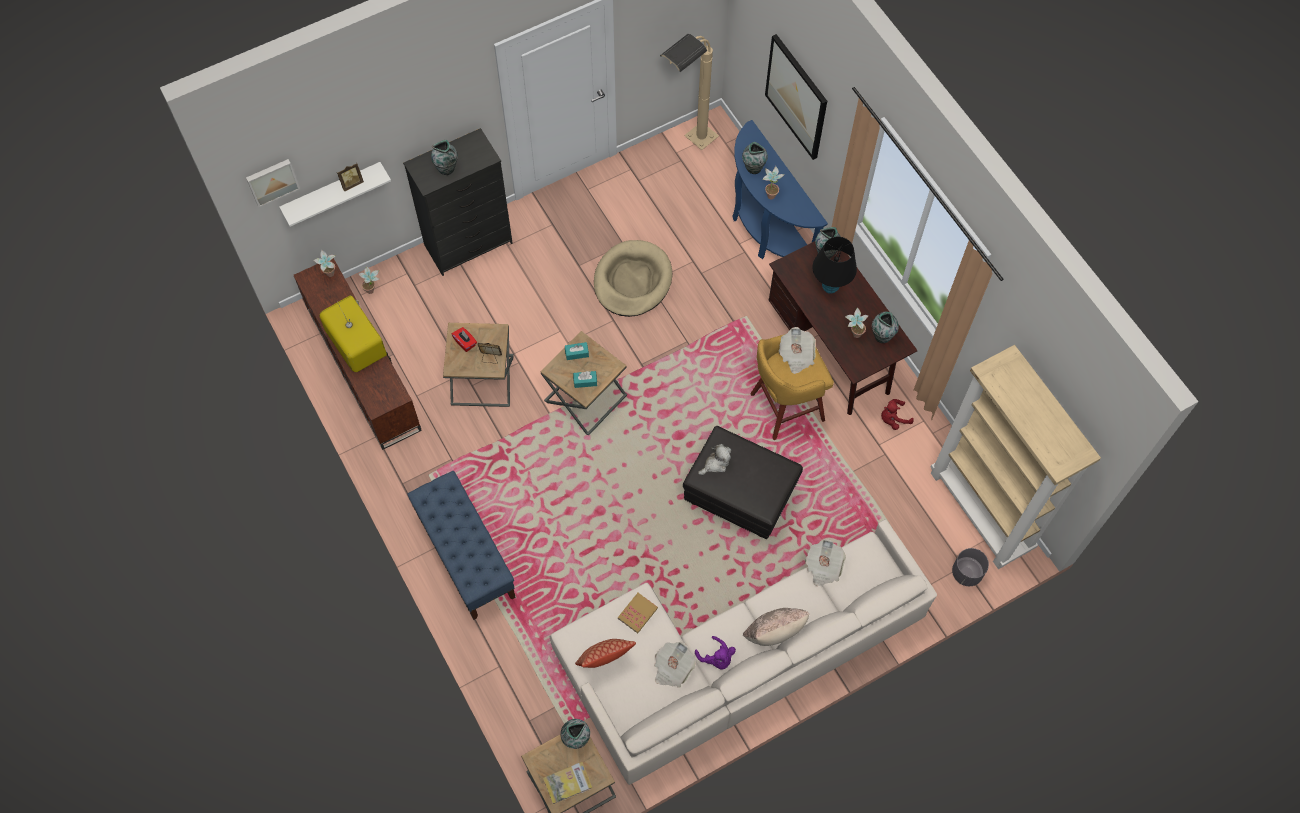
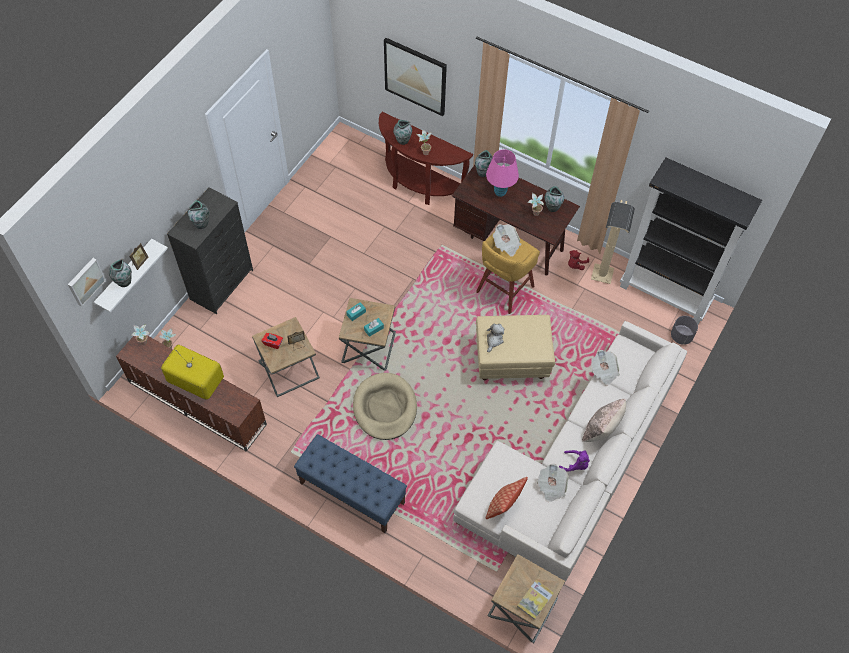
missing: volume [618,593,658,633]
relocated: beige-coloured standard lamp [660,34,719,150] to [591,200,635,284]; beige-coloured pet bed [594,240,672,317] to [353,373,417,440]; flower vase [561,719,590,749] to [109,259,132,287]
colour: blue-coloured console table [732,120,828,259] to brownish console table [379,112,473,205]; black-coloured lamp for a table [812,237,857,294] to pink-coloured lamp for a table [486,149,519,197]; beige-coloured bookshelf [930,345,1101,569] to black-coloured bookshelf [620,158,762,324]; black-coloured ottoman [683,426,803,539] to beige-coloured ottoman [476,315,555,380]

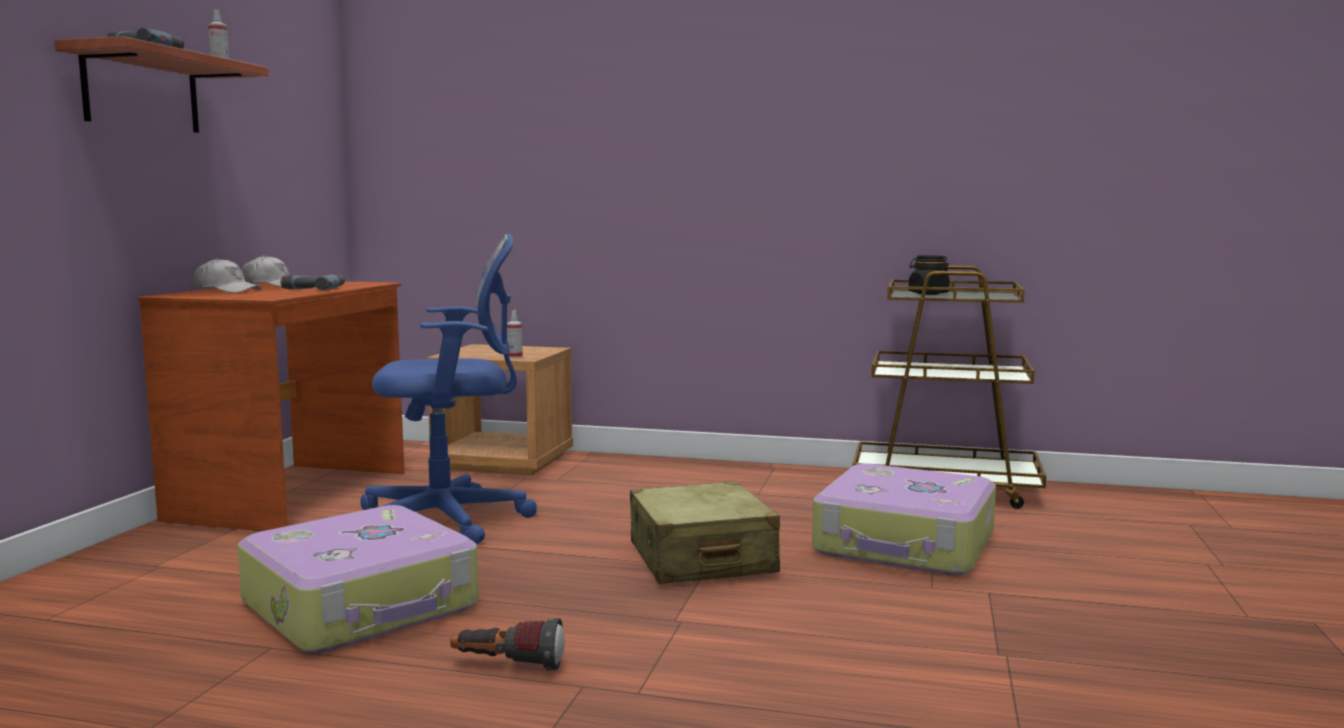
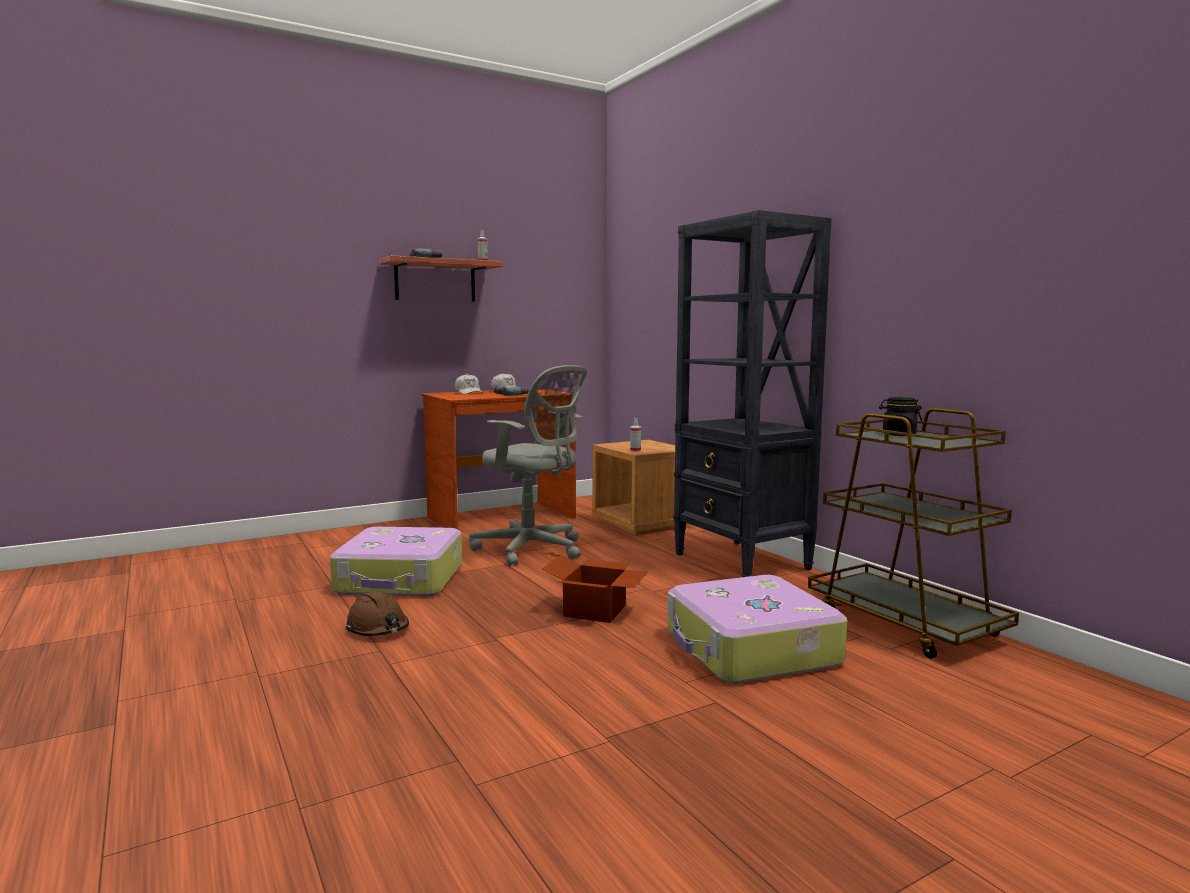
appeared: black-coloured bookshelf [673,210,832,577]
exchanged: beige-coloured travel case [630,481,780,584] to cardboard box [542,555,649,623]; flashlight [450,618,565,671] to brownish work helmet [346,592,409,636]
colour: blue-coloured desk chair [360,233,537,544] to grey desk chair [469,365,587,566]

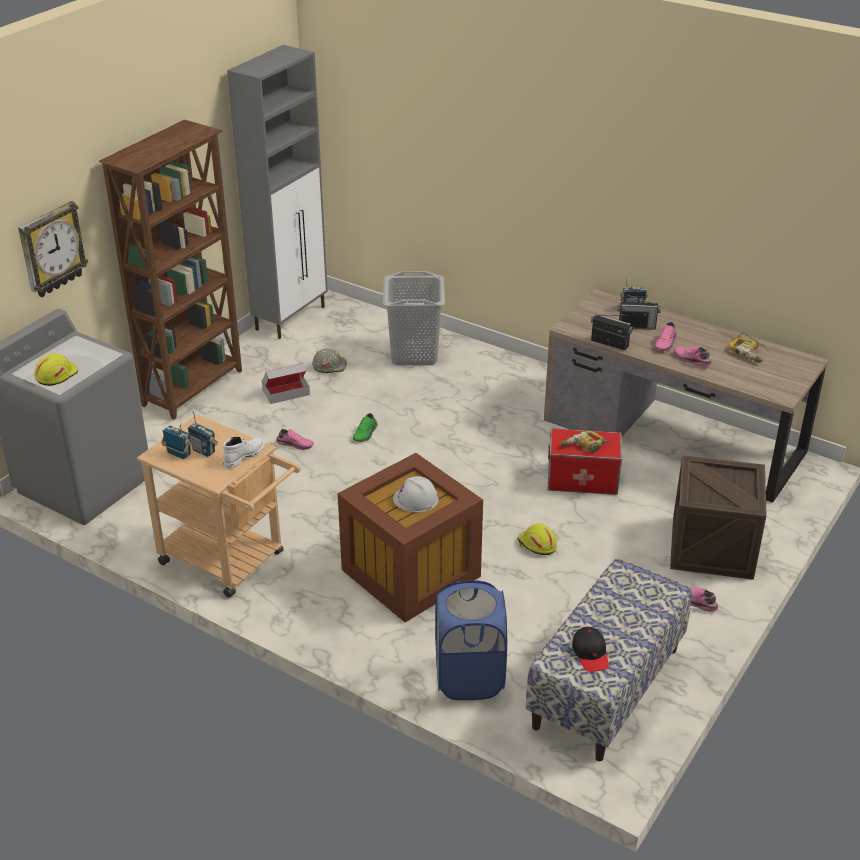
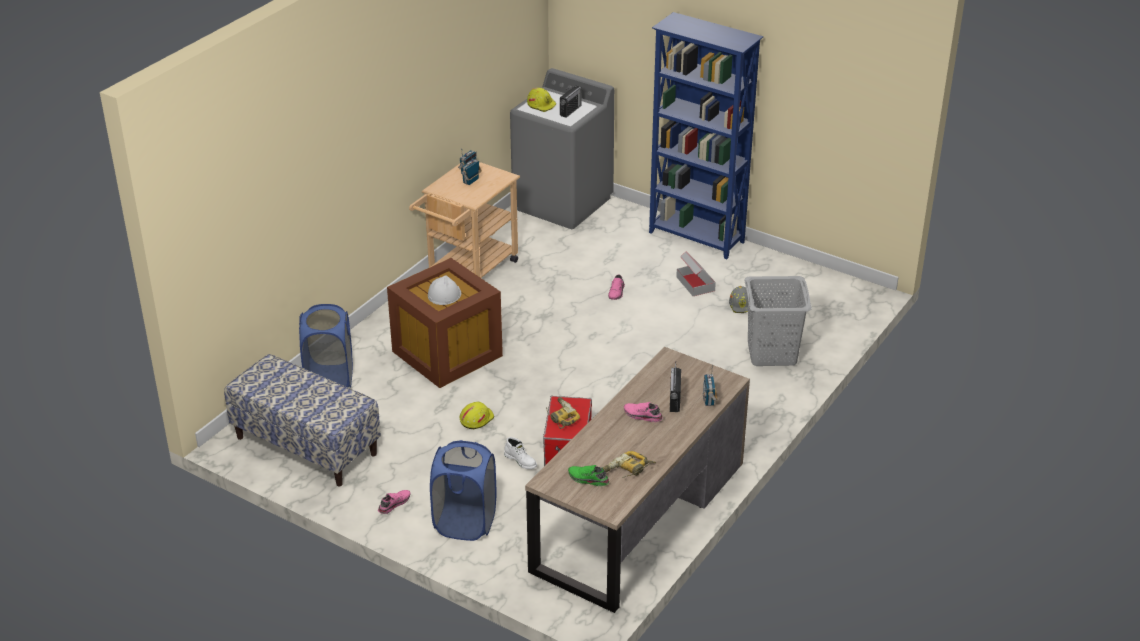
missing: grey cupboard [227,45,328,339]; wall clock [18,201,88,297]; pink-coloured low shoe [674,346,711,367]; black-coloured peaked cap [572,627,609,672]
relocated: radio [591,314,633,350] to [560,86,582,118]; greenish low shoe [353,413,378,442] to [568,465,609,486]; whitish high-top boot [223,436,265,468] to [504,437,537,469]
exchanged: shipping crate [670,455,767,580] to blue-coloured laundry basket [430,440,497,541]
colour: brownish bookshelf [99,120,242,420] to blue-coloured bookshelf [649,12,764,259]

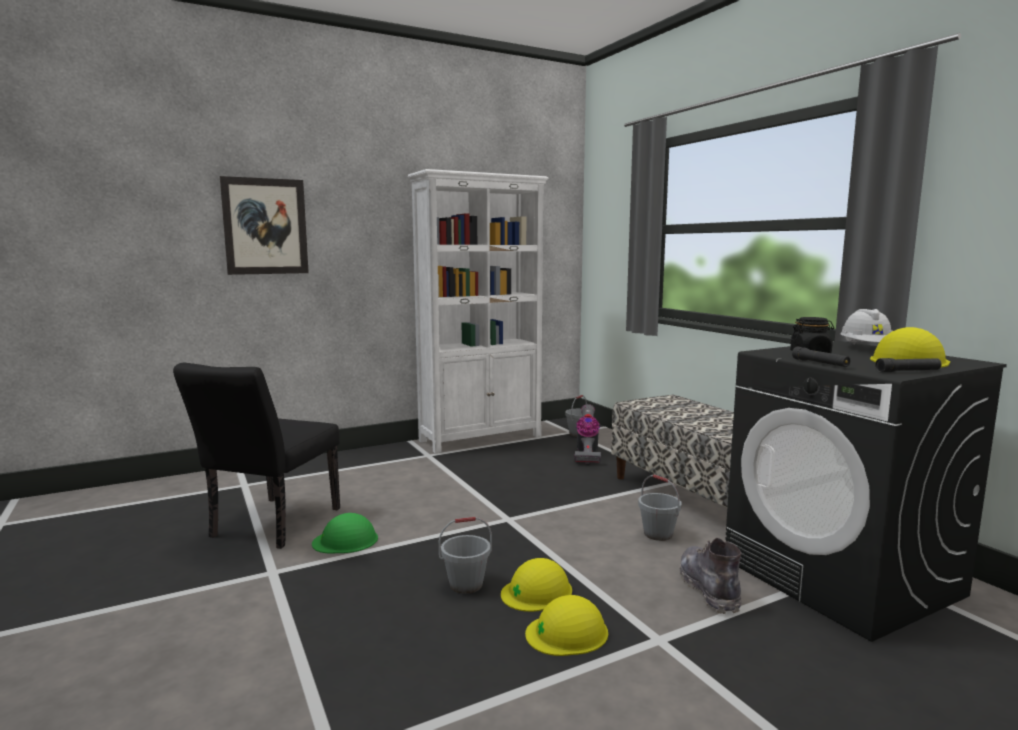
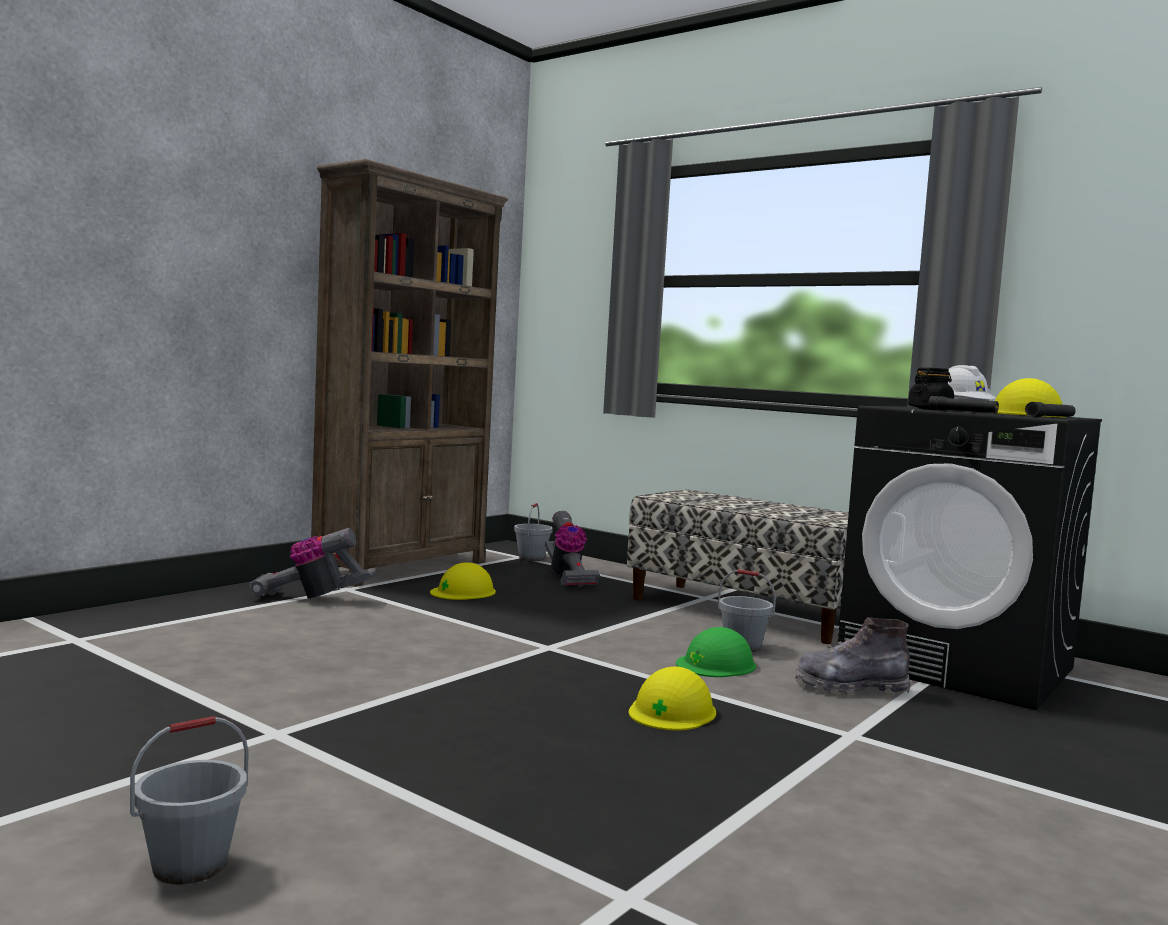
missing: picture [220,176,309,275]; black-coloured upright chair [173,363,340,549]
appeared: vacuum [249,528,376,599]
relocated: greenish work helmet [312,513,378,554] to [676,627,756,677]; grey bucket [439,517,492,594] to [130,716,249,884]; yellow work helmet [525,595,608,656] to [430,562,496,600]
colour: whitish bookshelf [408,169,549,453] to brownish bookshelf [311,159,508,587]
spun: grey high-top boot [680,538,742,614] = [795,617,911,695] 60 degrees counterclockwise

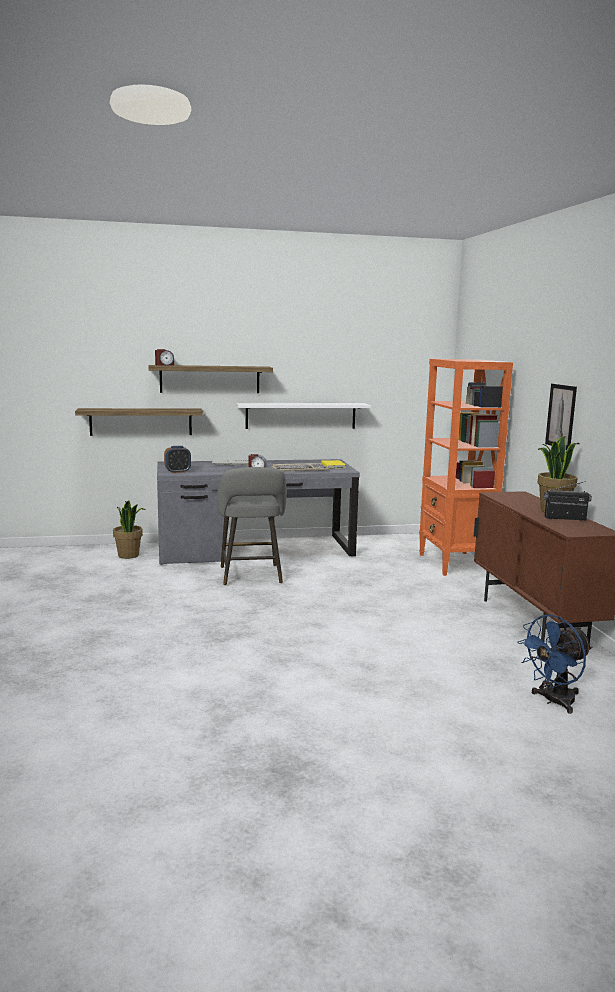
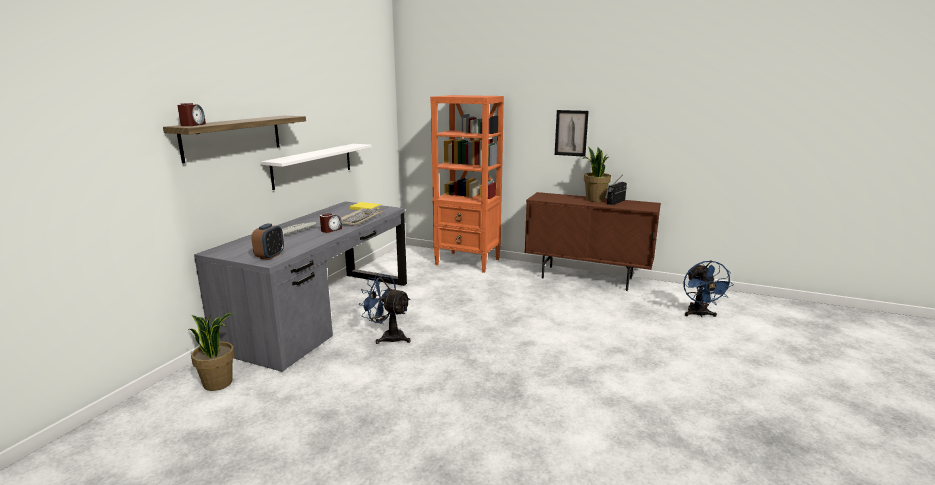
missing: bracket shelf [75,408,203,436]
exchanged: grey stool seat [217,467,287,586] to blue-coloured electric fan [359,273,411,344]

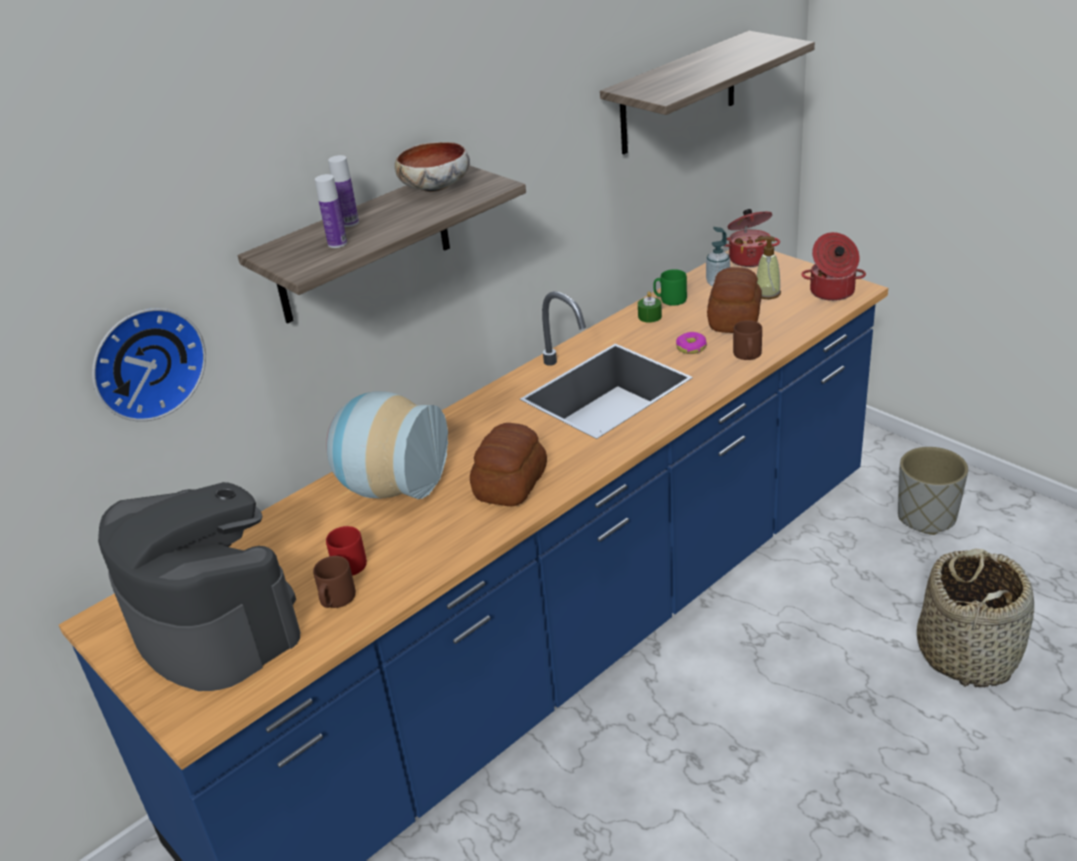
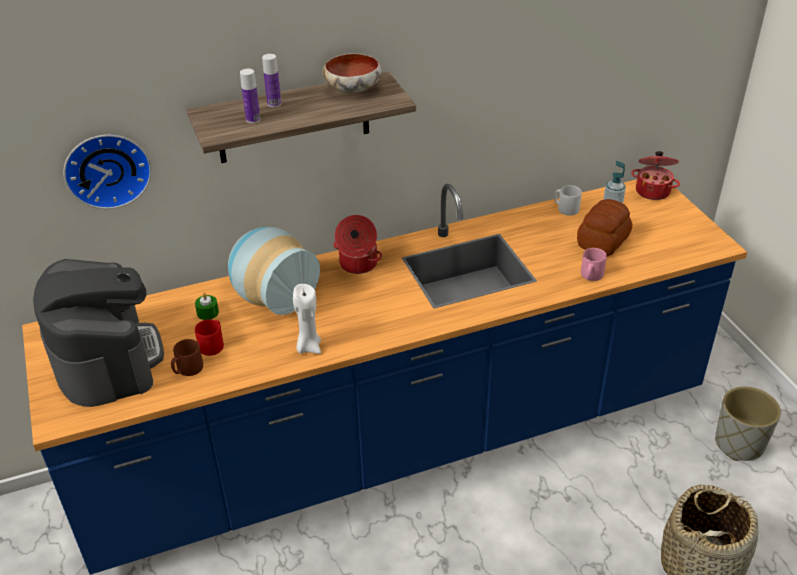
missing: bracket shelf [600,31,815,154]; liquid soap bottle [755,236,781,299]; doughnut [676,332,707,354]; bread [470,423,547,506]
appeared: whitish candle [293,284,321,354]
relocated: stockpot [801,232,866,301] to [334,215,382,274]; greenish candle [638,291,662,323] to [195,293,219,320]
colour: greenish mug [653,269,687,306] to grey mug [554,185,582,216]; brownish mug [733,320,762,360] to pink-coloured mug [581,248,607,281]

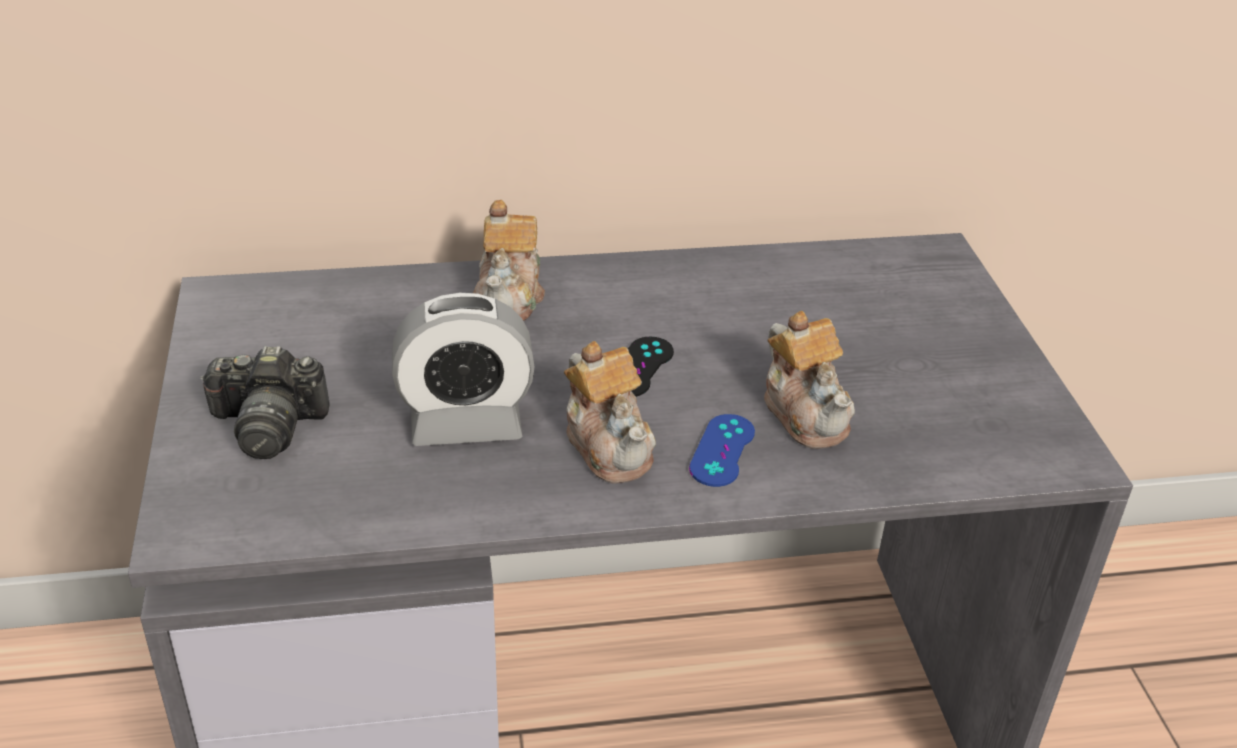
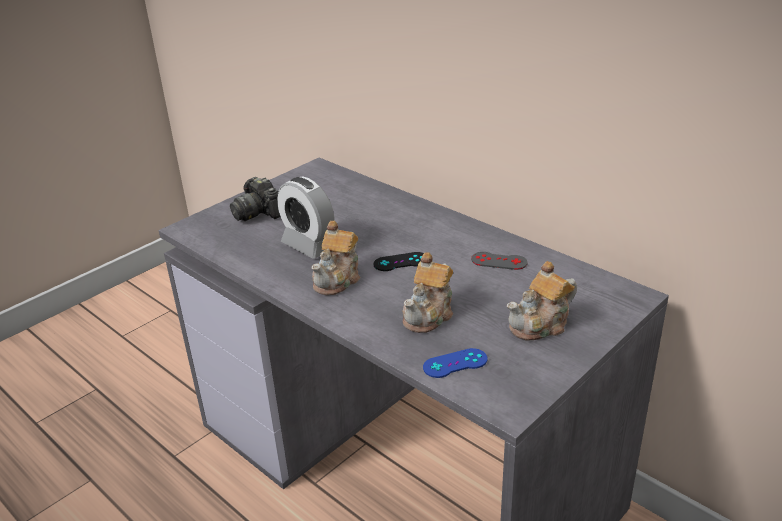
appeared: grey game controller [471,252,527,270]
relocated: tea pot [473,200,545,321] to [507,261,577,341]; blue-coloured game controller [689,414,755,487] to [423,348,488,378]

